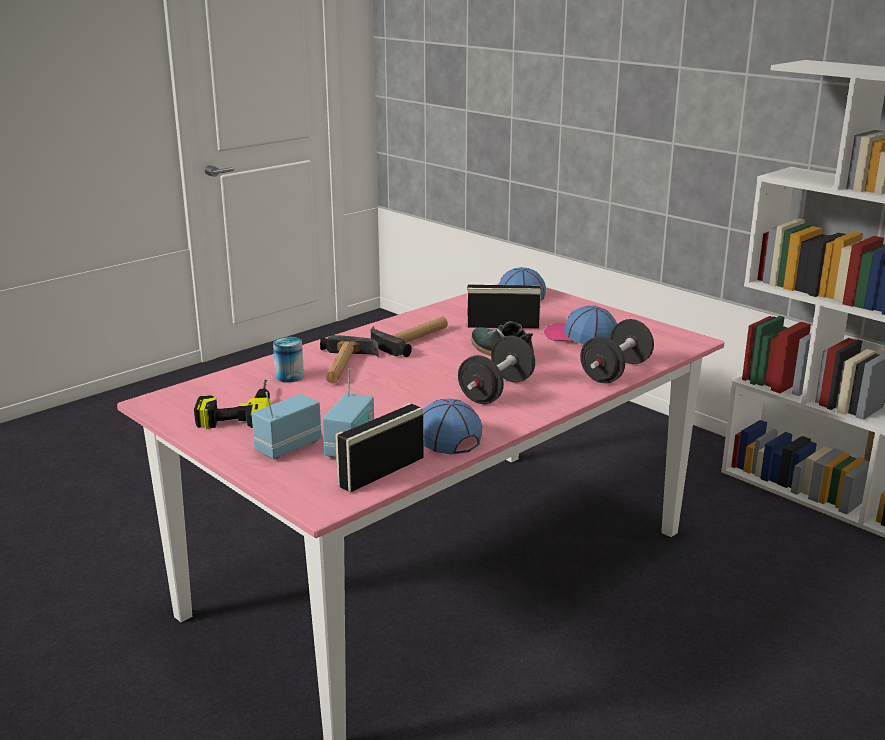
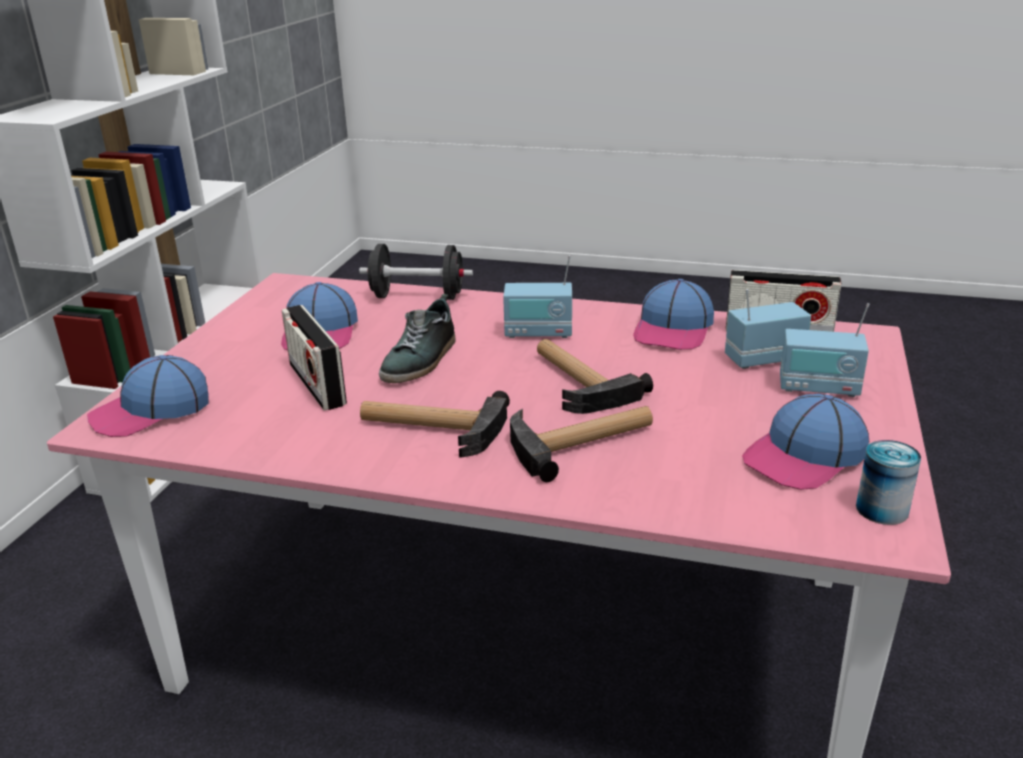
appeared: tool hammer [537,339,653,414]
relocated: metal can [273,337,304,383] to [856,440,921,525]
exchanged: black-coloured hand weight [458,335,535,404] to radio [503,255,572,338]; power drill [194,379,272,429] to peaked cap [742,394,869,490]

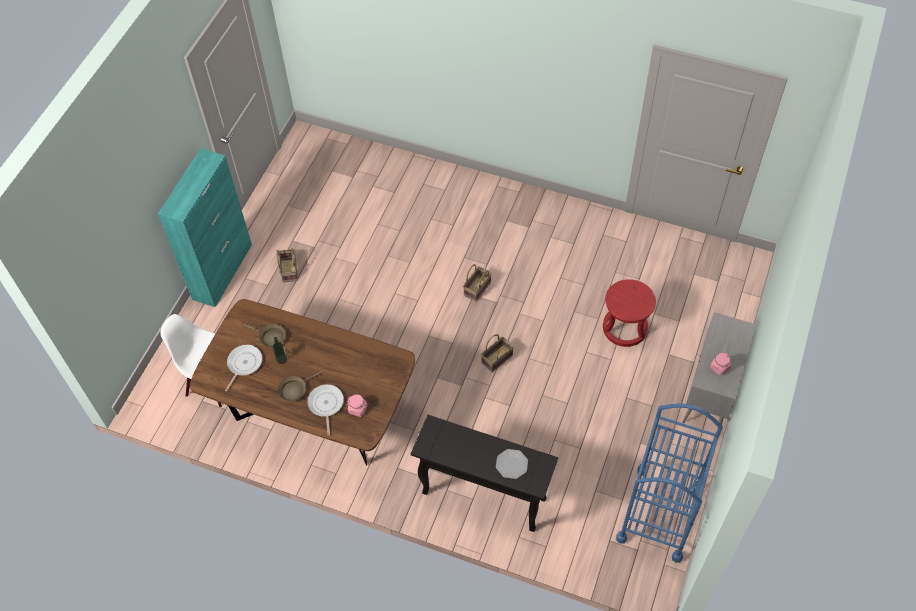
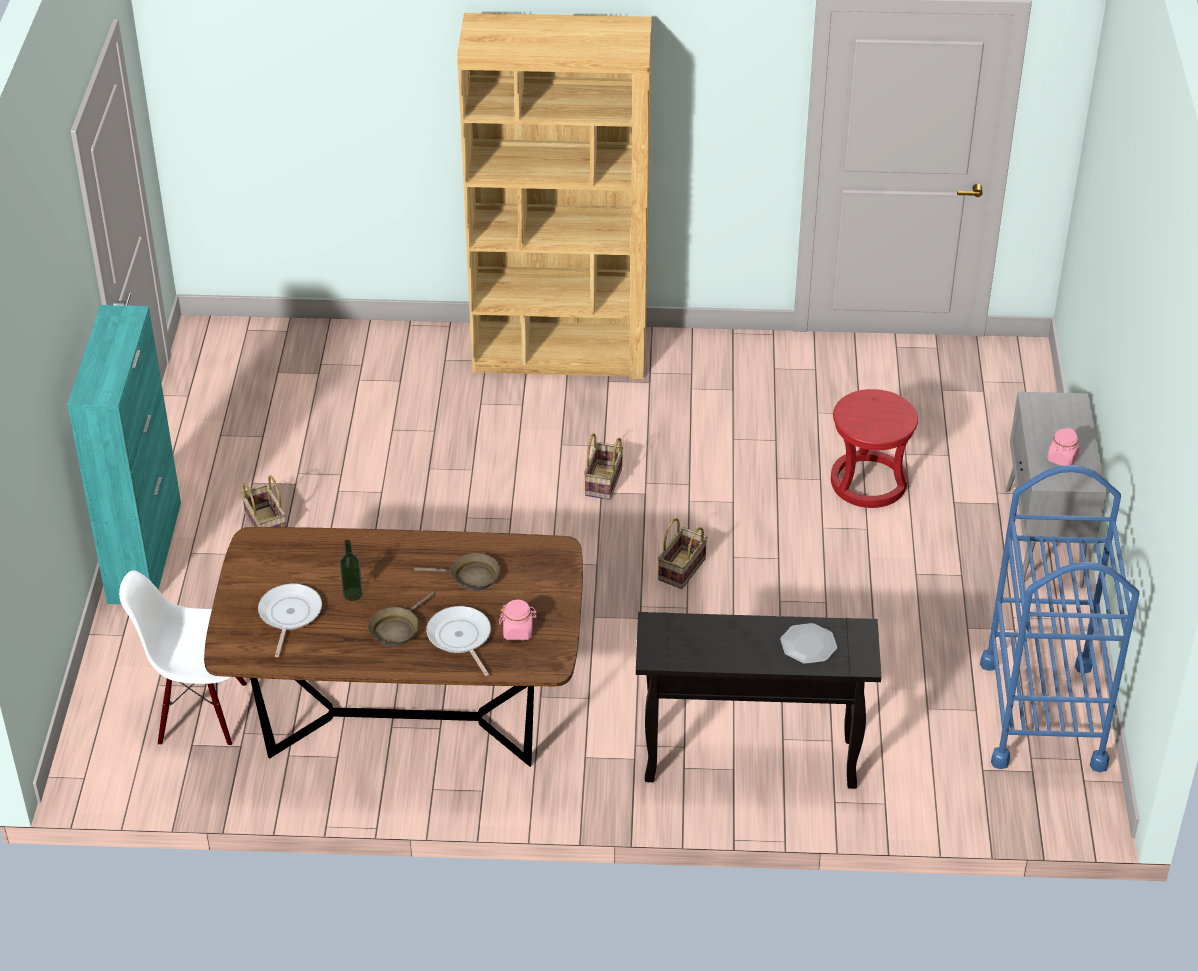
appeared: brownish bookshelf [457,13,652,379]
relocated: brownish pan [244,324,287,347] to [414,553,500,591]

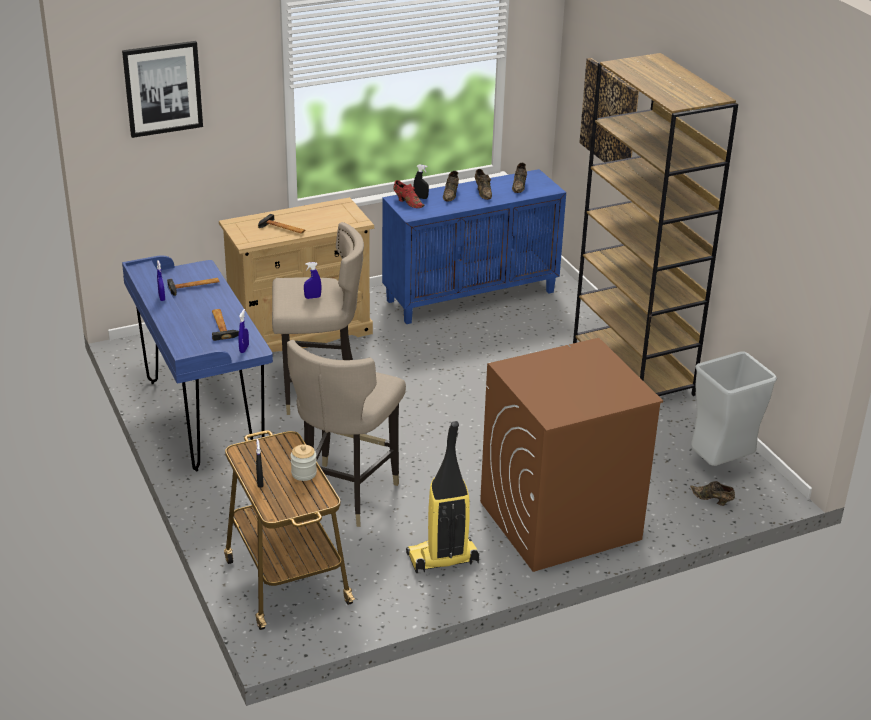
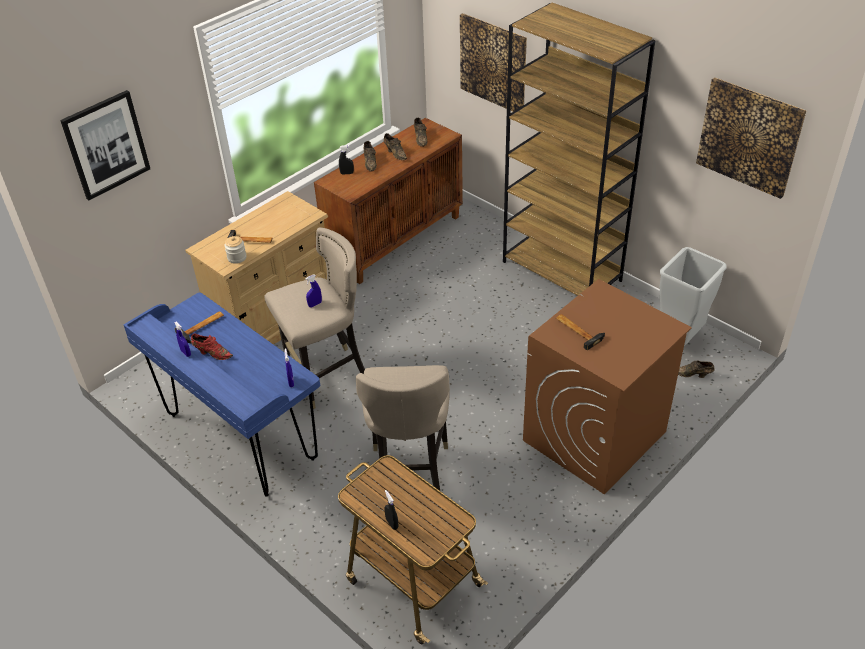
missing: vacuum [406,421,479,573]
appeared: picture [696,78,807,199]
relocated: reddish low shoe [393,180,425,208] to [191,333,233,360]; tool hammer [212,309,239,341] to [556,314,605,350]; preserve jar [291,444,317,481] to [224,236,246,264]
colour: blue-coloured cupboard [382,169,566,324] to brownish cupboard [314,118,463,284]

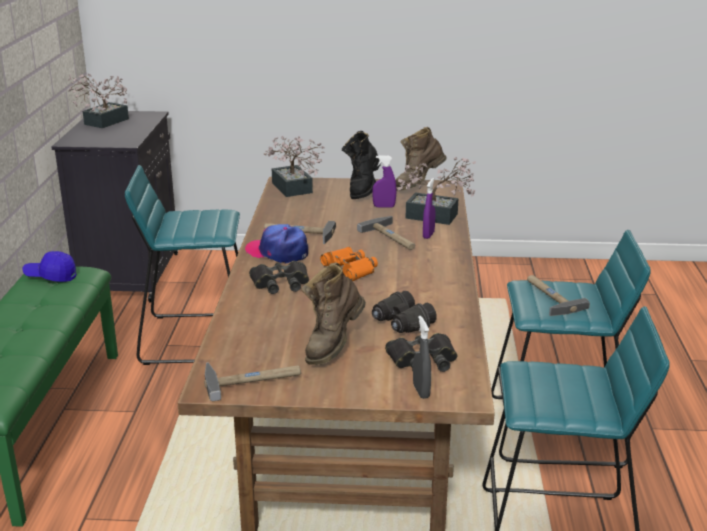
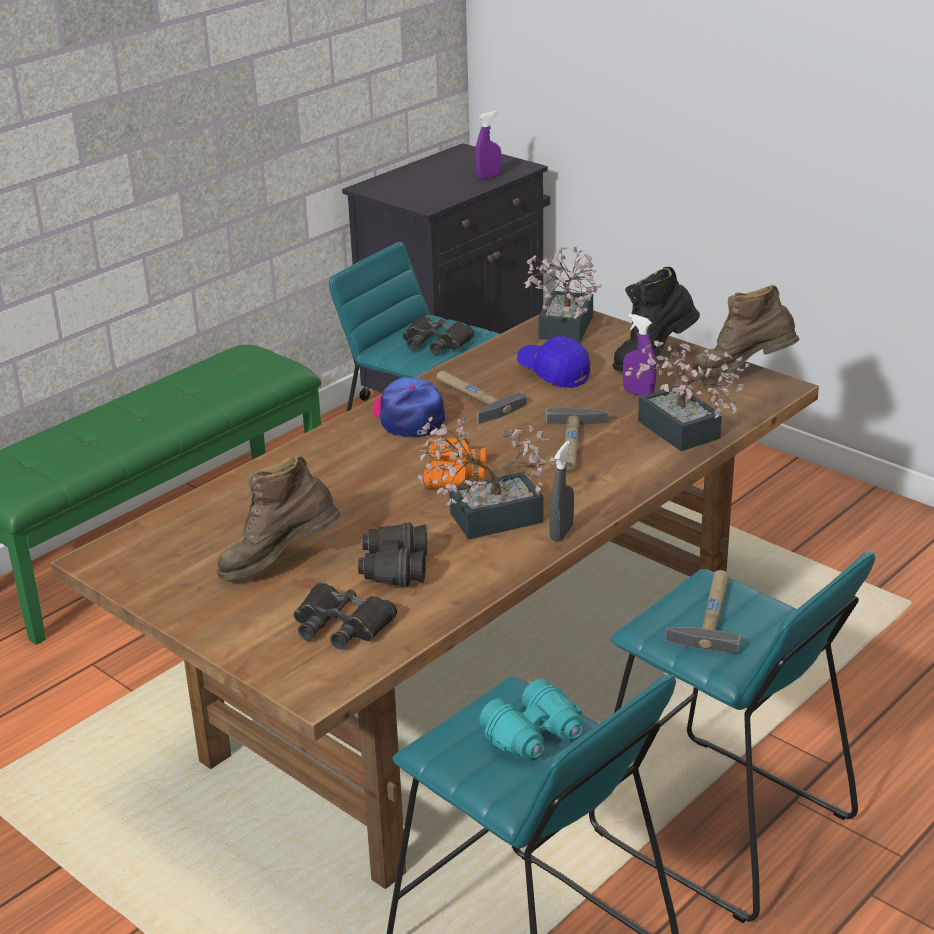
missing: tool hammer [204,362,301,401]
appeared: turquoise pair of binoculars [479,679,583,759]
relocated: houseplant [68,73,129,128] to [418,417,556,540]; purple sprayer [423,178,435,239] to [475,111,501,179]; blue-coloured peaked cap [22,251,76,282] to [517,336,590,388]; black-coloured pair of binoculars [249,261,309,294] to [402,316,474,355]; grey sprayer [413,316,431,399] to [549,441,574,542]

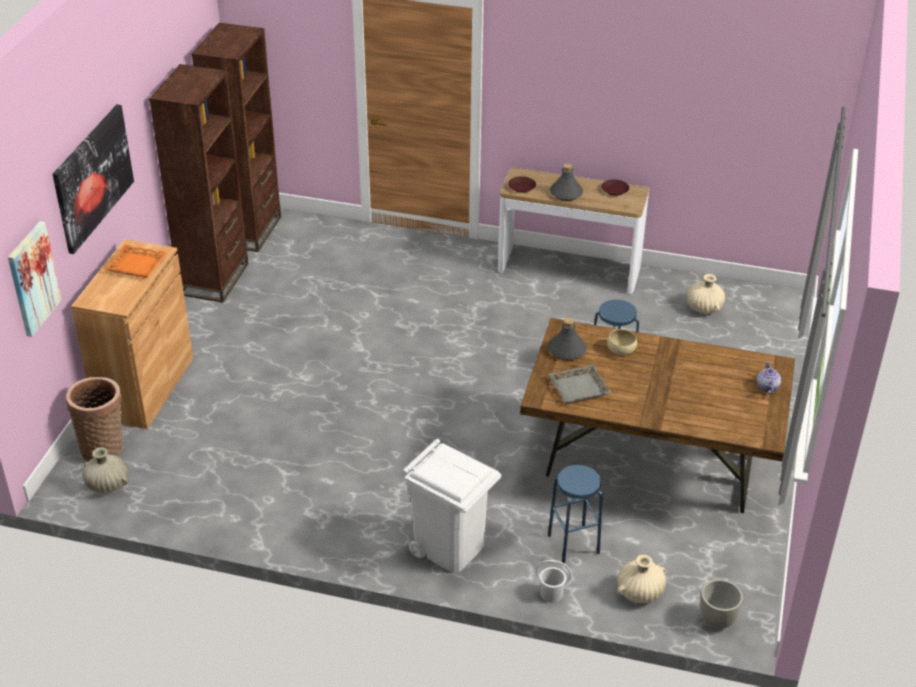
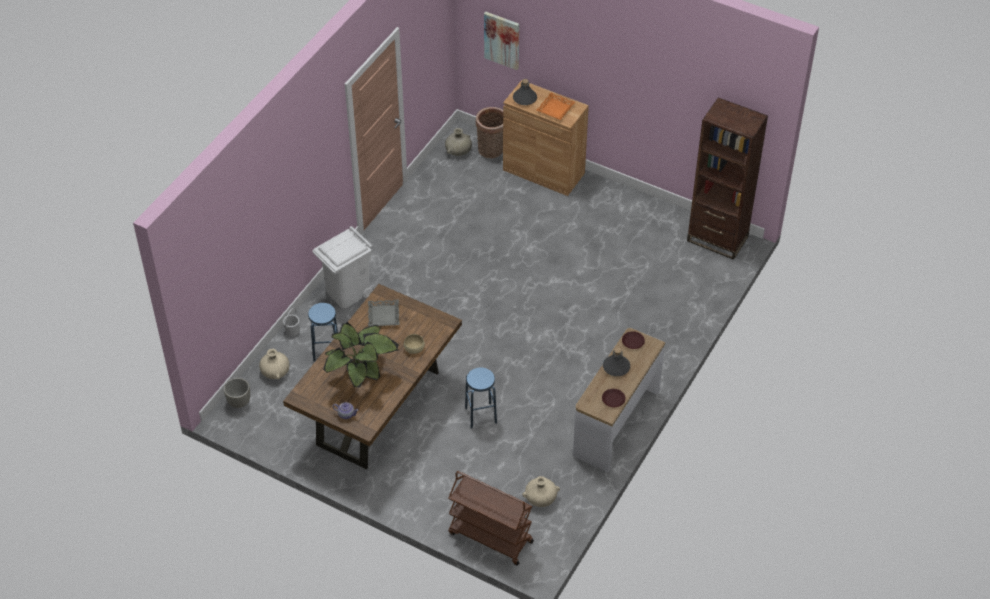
missing: brownish bookshelf [149,64,248,303]; picture [52,104,134,254]
appeared: houseplant [323,322,399,388]; brownish trolley [448,471,534,565]
relocated: grey beverage bottle [548,317,587,360] to [513,79,537,105]

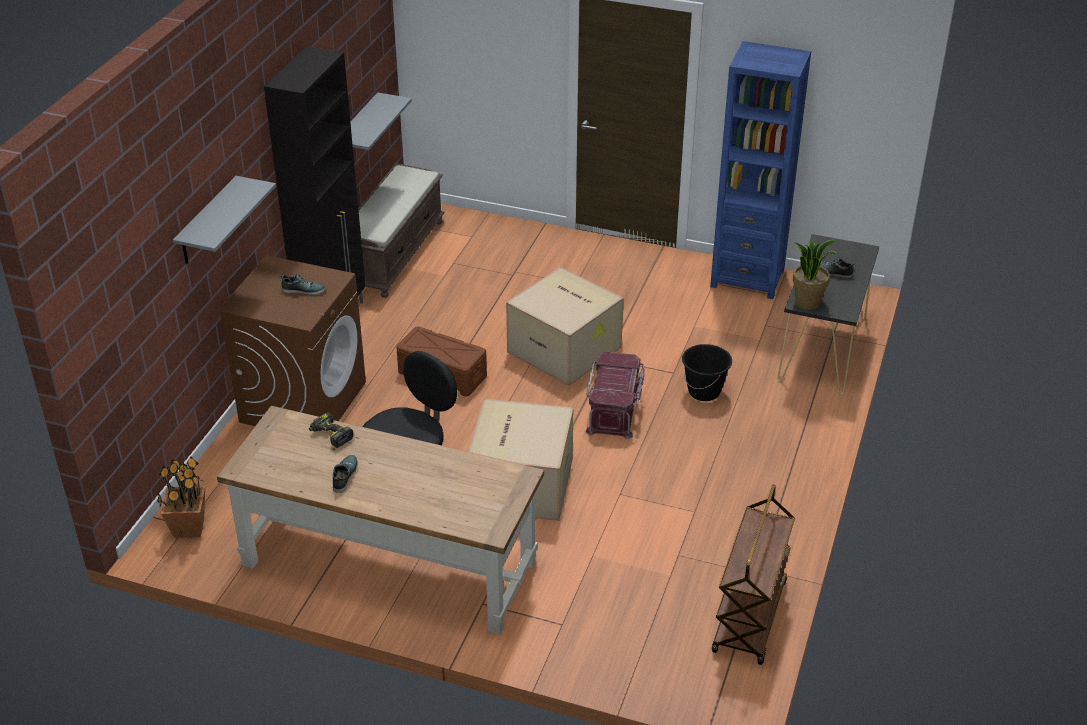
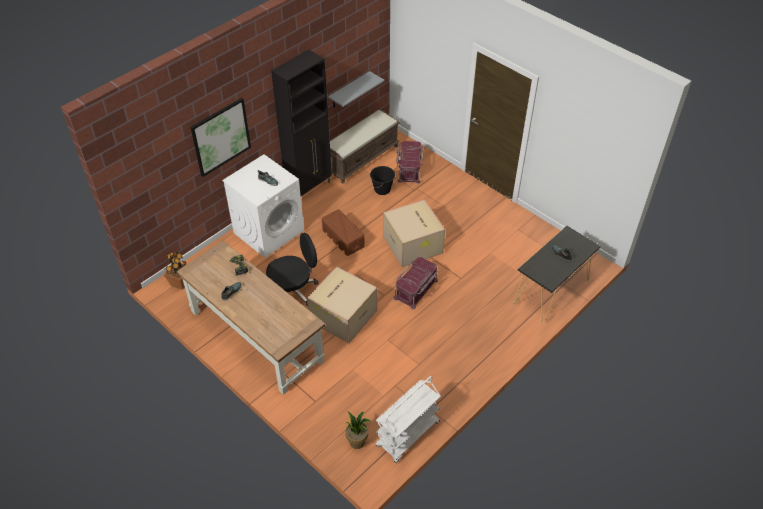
missing: blue-coloured bookshelf [710,41,811,299]
appeared: reddish storage bin [396,141,423,184]
relocated: houseplant [793,240,838,310] to [345,411,371,449]; black-coloured bucket [682,344,732,401] to [370,166,395,195]
exchanged: grey bracket shelf [173,176,276,264] to picture [190,98,251,177]
colour: brownish laundry appliance [217,255,366,426] to whitish laundry appliance [222,154,304,258]; brownish trolley [712,485,795,665] to whitish trolley [376,376,441,463]

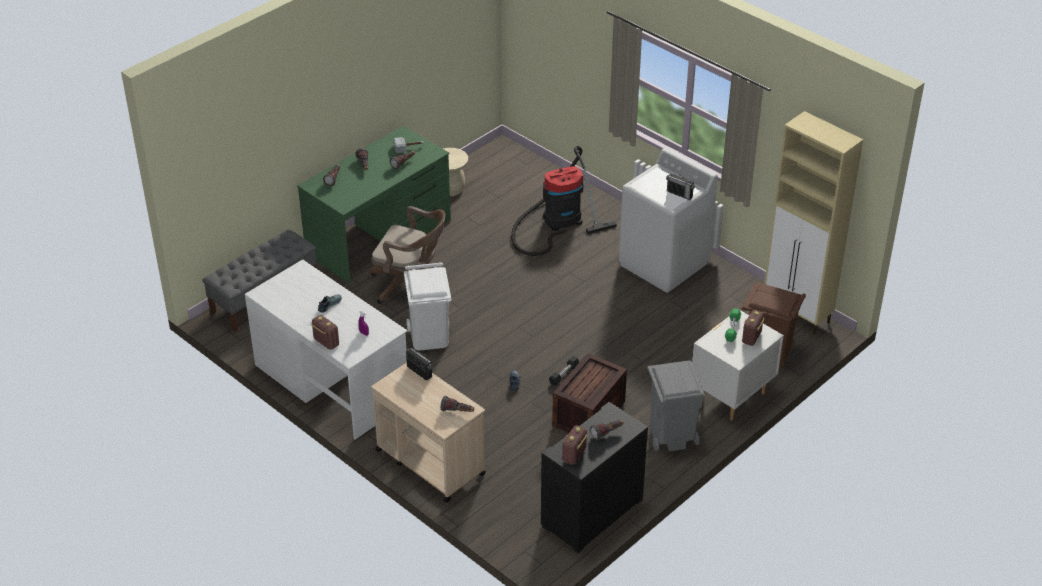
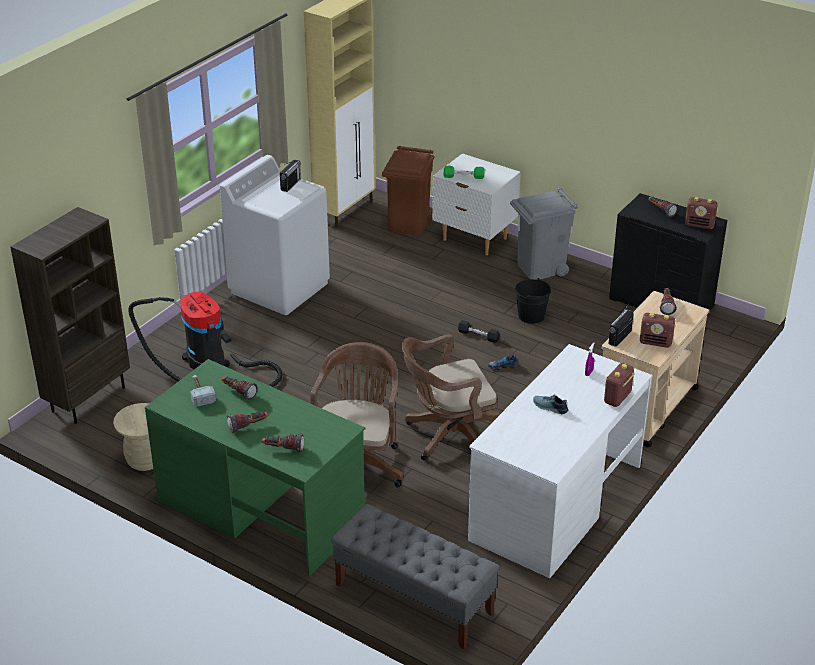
appeared: brownish bookshelf [11,207,130,424]
relocated: radio [742,310,765,346] to [640,313,675,348]
exchanged: whitish trash can [404,262,451,351] to brownish desk chair [402,334,500,460]; shipping crate [552,353,627,433] to black-coloured bucket [515,278,551,324]

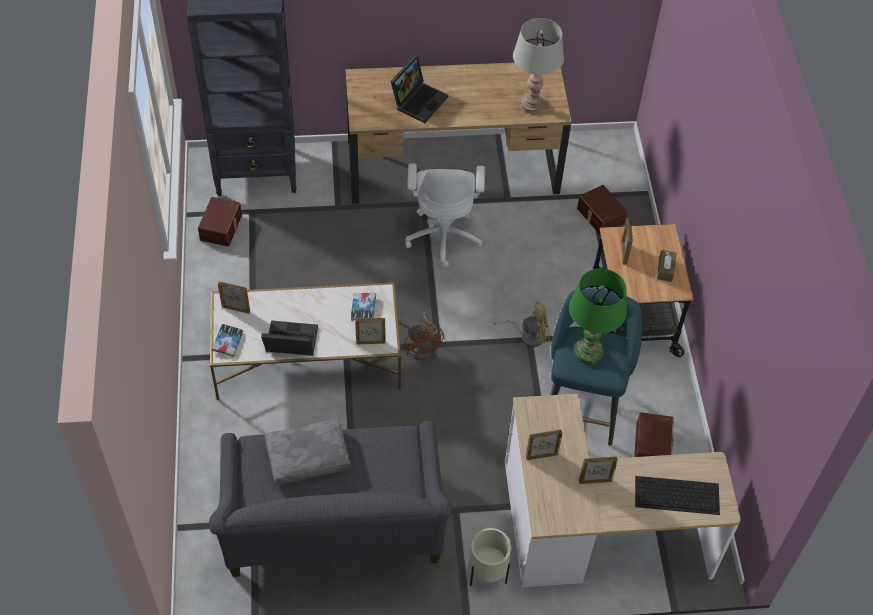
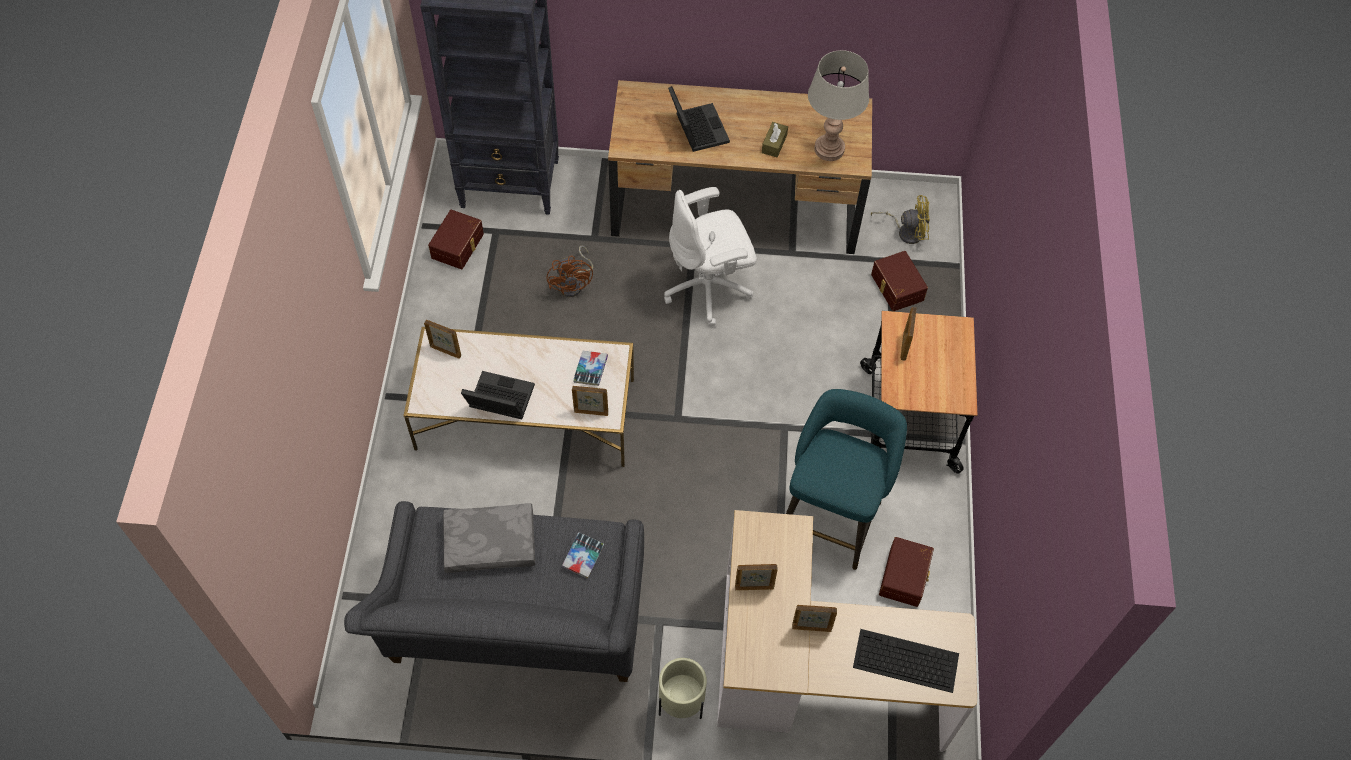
missing: greenish lamp for a table [569,268,627,364]
relocated: brownish box of tissues [657,250,676,282] to [762,122,788,157]; yellow electric fan [493,302,550,348] to [871,195,929,244]; brownish electric fan [403,312,444,360] to [546,246,593,297]; volume [212,324,244,357] to [562,532,604,579]
spun: portable computer [390,55,448,123] = [668,86,730,152] 60 degrees counterclockwise; whitish desk chair [405,163,485,268] = [664,187,757,327] 60 degrees clockwise

